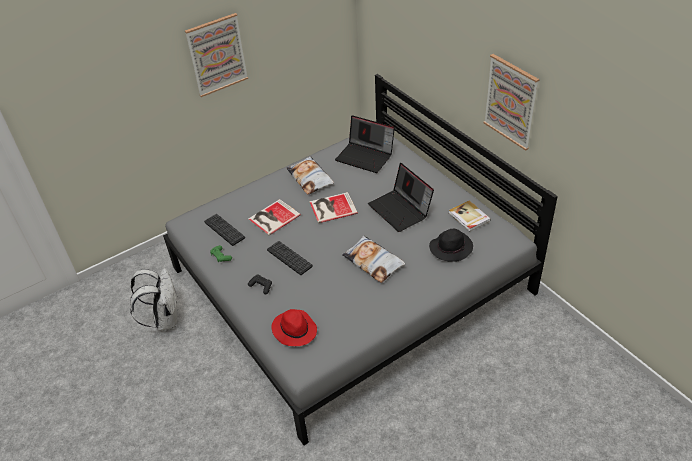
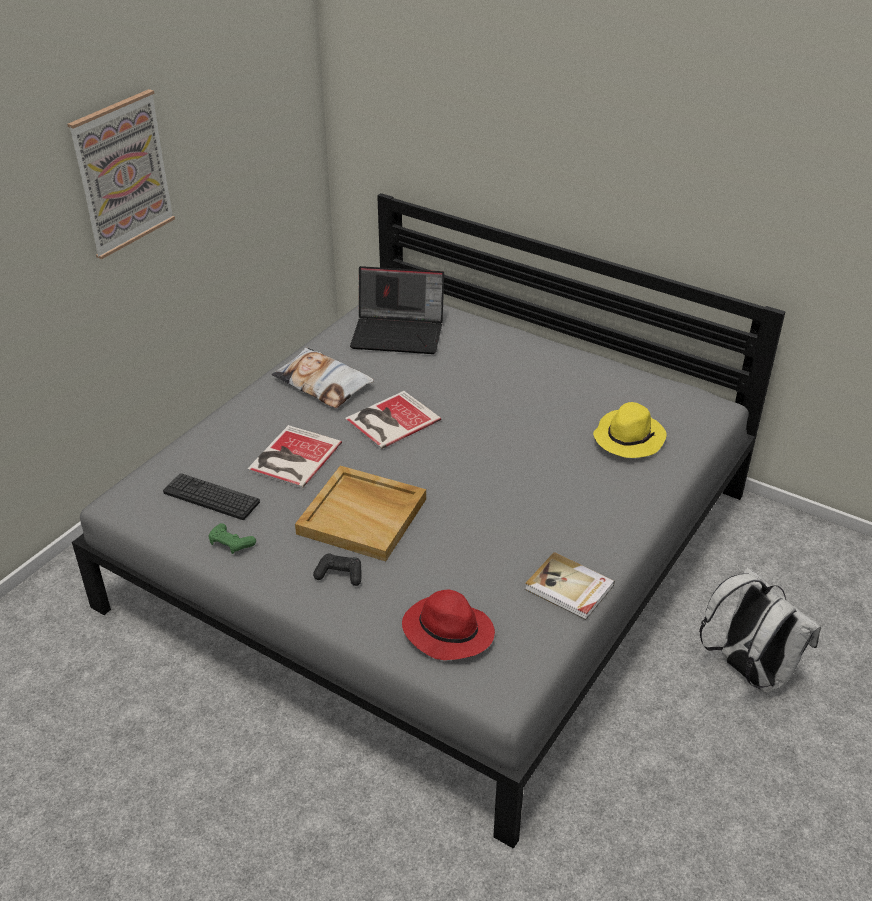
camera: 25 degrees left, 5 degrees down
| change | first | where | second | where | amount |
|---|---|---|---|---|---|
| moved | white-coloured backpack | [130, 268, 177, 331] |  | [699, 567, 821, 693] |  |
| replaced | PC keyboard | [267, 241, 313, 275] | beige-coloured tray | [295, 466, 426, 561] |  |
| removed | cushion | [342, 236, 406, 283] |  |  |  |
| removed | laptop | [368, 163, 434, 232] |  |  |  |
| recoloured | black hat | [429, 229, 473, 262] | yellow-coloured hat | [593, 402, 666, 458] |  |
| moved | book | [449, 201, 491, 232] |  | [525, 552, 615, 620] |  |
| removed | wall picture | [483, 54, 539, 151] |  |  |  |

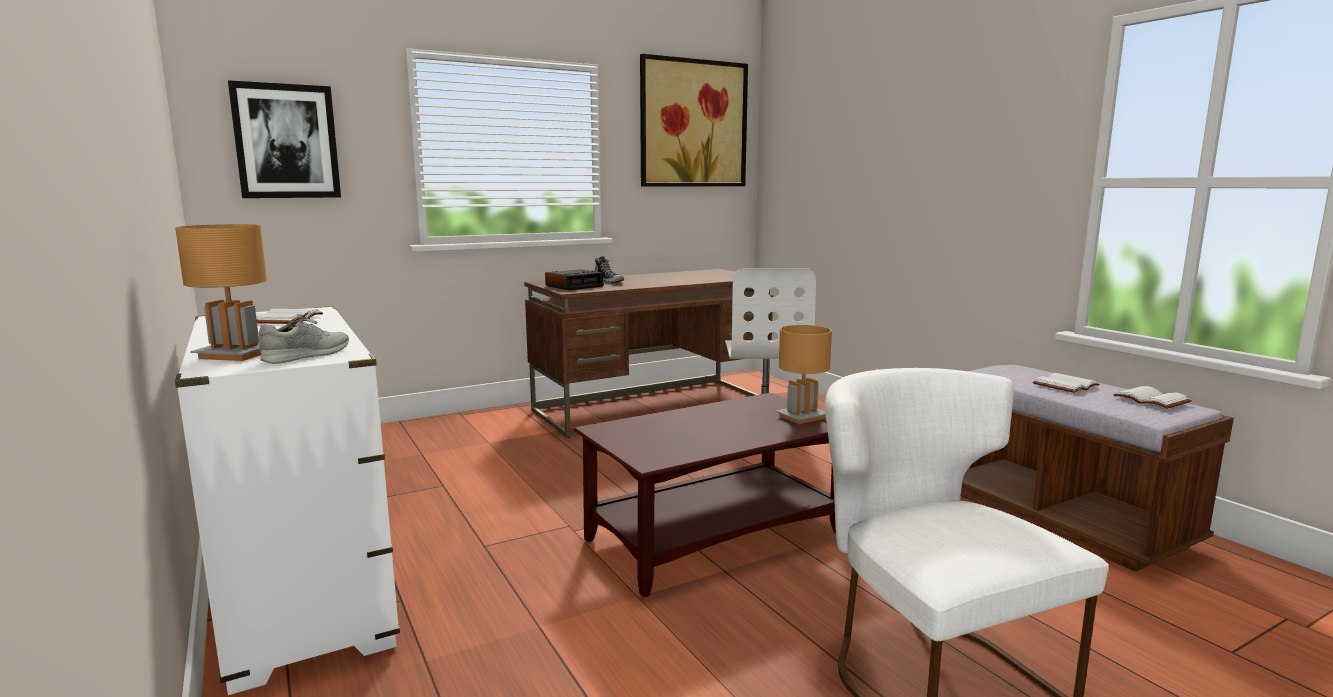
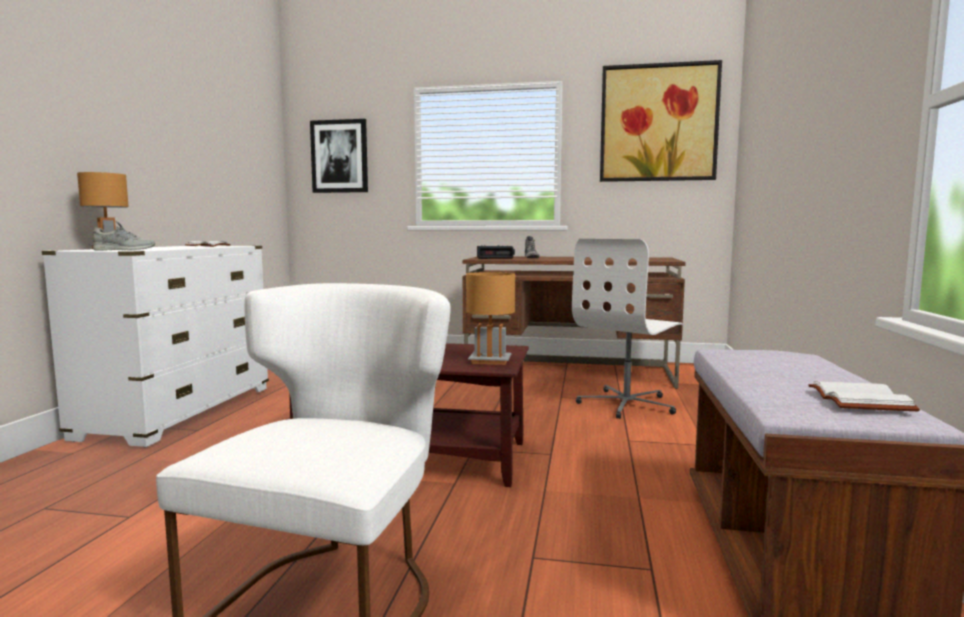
camera: 40 degrees right, 5 degrees down
| change | first | where | second | where | amount |
|---|---|---|---|---|---|
| removed | white-coloured book | [1033, 373, 1100, 393] |  |  |  |

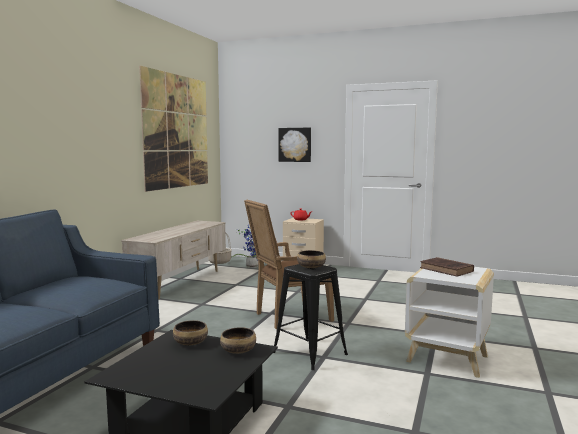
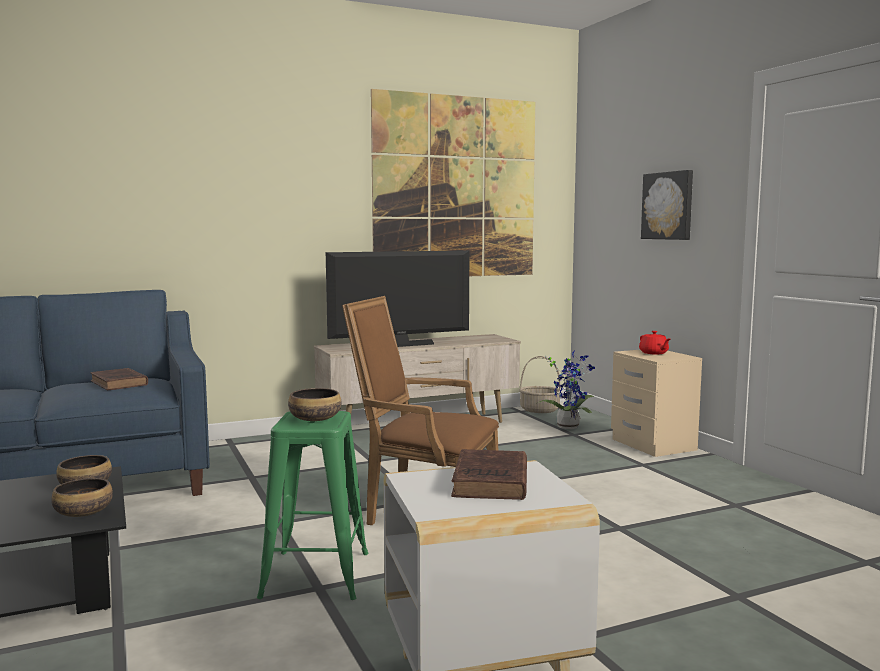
camera: 45 degrees right, 0 degrees up
| change | first | where | second | where | amount |
|---|---|---|---|---|---|
| recoloured | black stool seat | [274, 264, 348, 370] | green stool seat | [257, 411, 368, 600] |  |
| added |  |  | brownish book | [90, 368, 148, 390] |  |
| added |  |  | TV | [326, 250, 469, 347] |  |

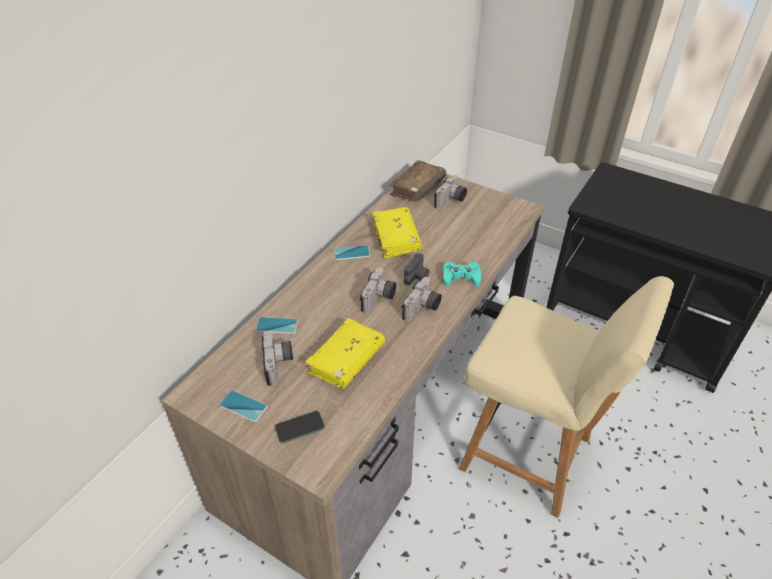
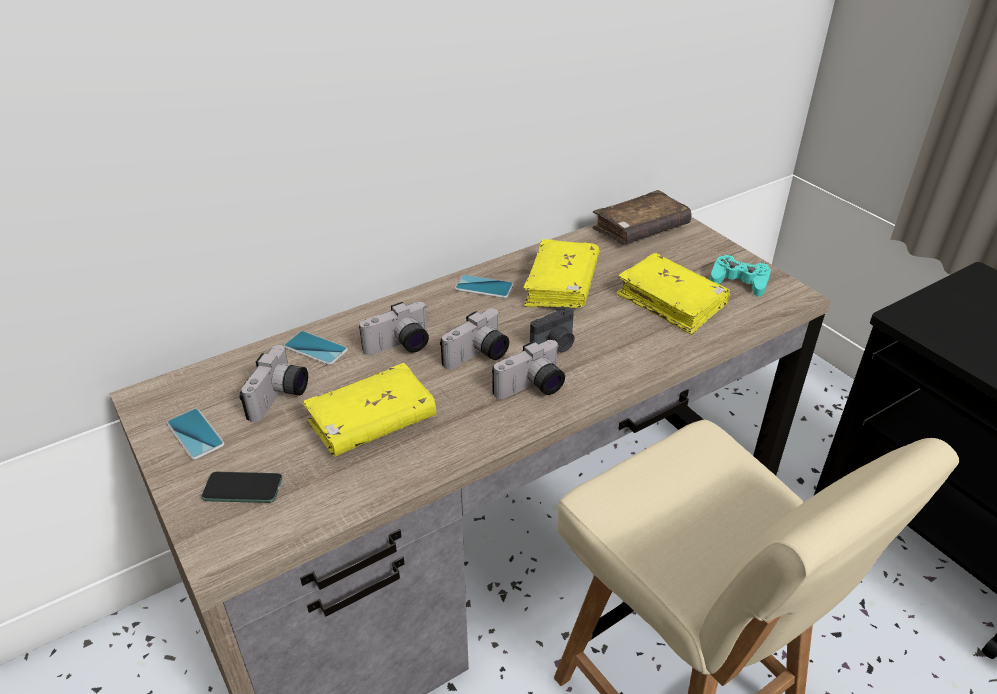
camera: 25 degrees right, 5 degrees down
| change | first | where | second | where | amount |
|---|---|---|---|---|---|
| moved | photo camera | [434, 175, 467, 209] |  | [359, 302, 429, 355] |  |
| moved | turquoise gamepad | [443, 261, 481, 287] |  | [710, 255, 771, 297] |  |
| added |  |  | yellow-coloured book | [616, 253, 730, 335] |  |

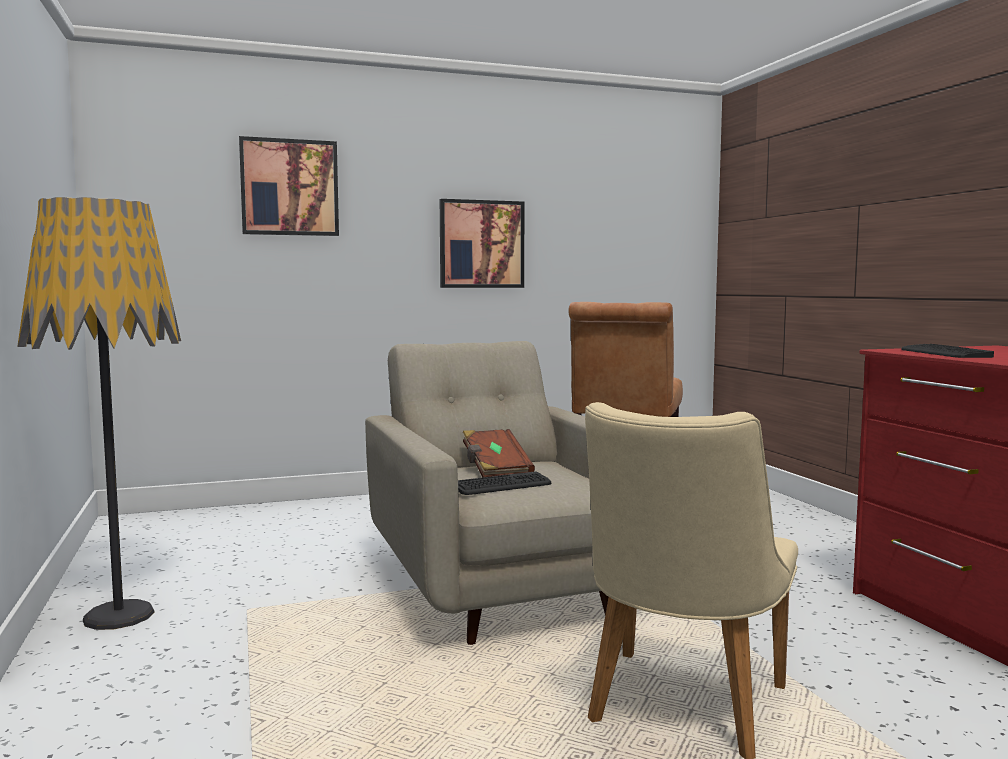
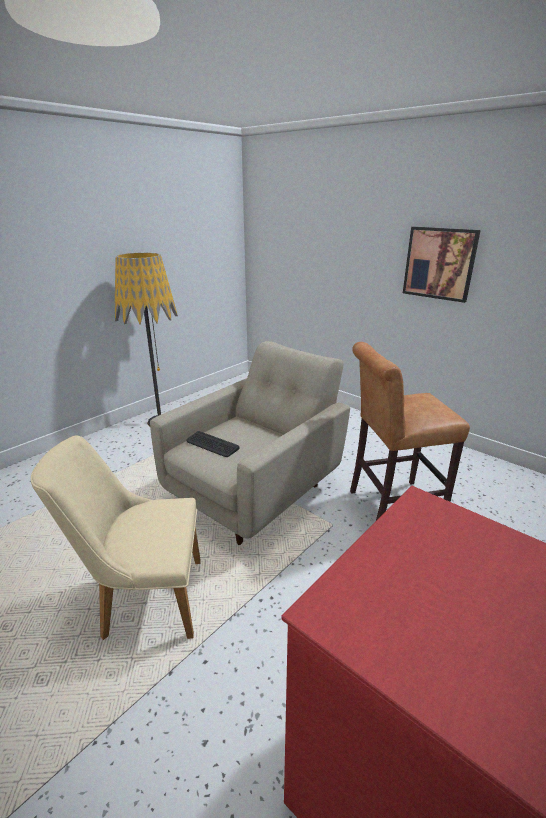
camera: 60 degrees right, 20 degrees up
| change | first | where | second | where | amount |
|---|---|---|---|---|---|
| removed | wall picture | [239, 136, 339, 236] |  |  |  |
| removed | brownish book | [463, 429, 535, 478] |  |  |  |
| removed | PC keyboard | [901, 344, 994, 358] |  |  |  |

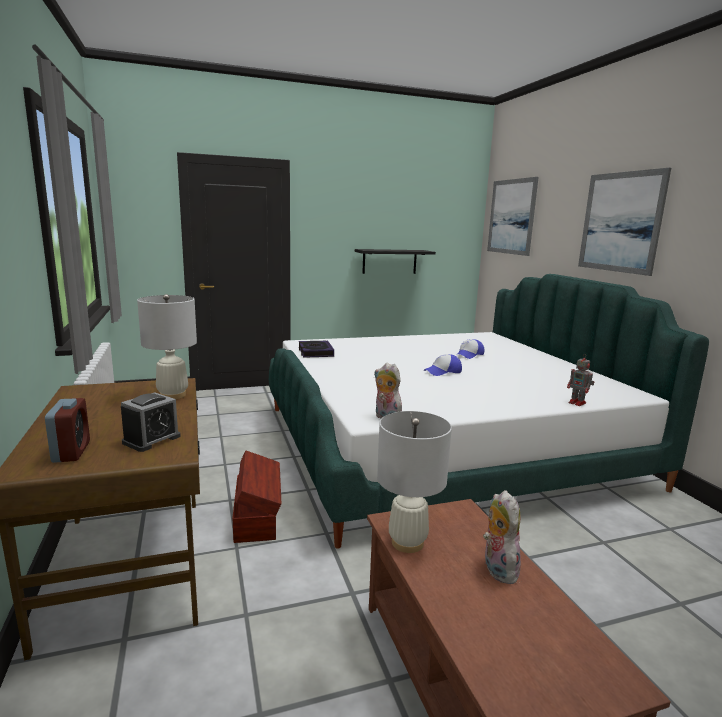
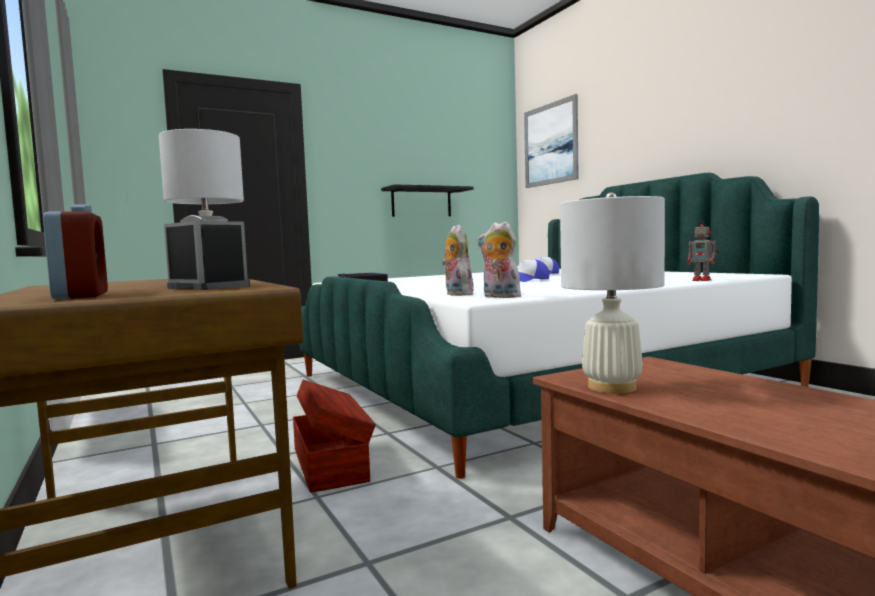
camera: 10 degrees left, 10 degrees down
| change | first | where | second | where | amount |
|---|---|---|---|---|---|
| turned | table clock | [121, 392, 181, 452] |  | [164, 215, 250, 290] | 75 degrees counterclockwise |
| moved | plush toy | [483, 490, 521, 584] |  | [441, 225, 474, 296] |  |
| removed | wall picture | [578, 168, 671, 276] |  |  |  |

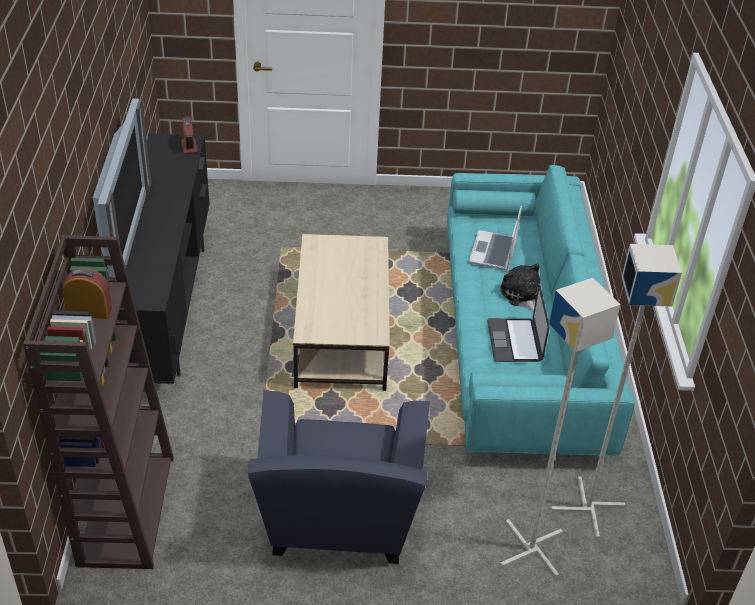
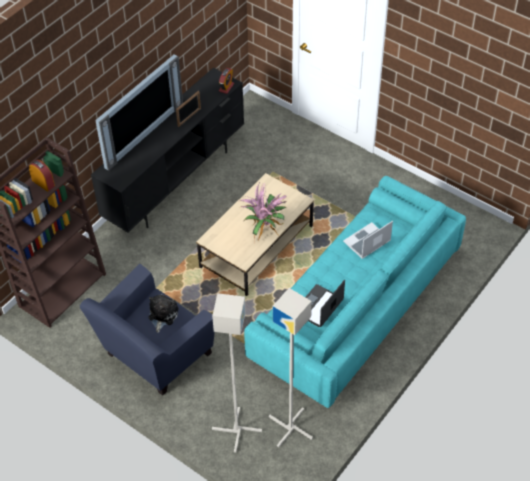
camera: 40 degrees right, 10 degrees up
| change | first | where | second | where | amount |
|---|---|---|---|---|---|
| moved | plush toy | [500, 264, 543, 311] |  | [149, 295, 179, 333] |  |
| added |  |  | standing frame | [176, 91, 201, 127] |  |
| added |  |  | potted plant | [240, 182, 287, 241] |  |

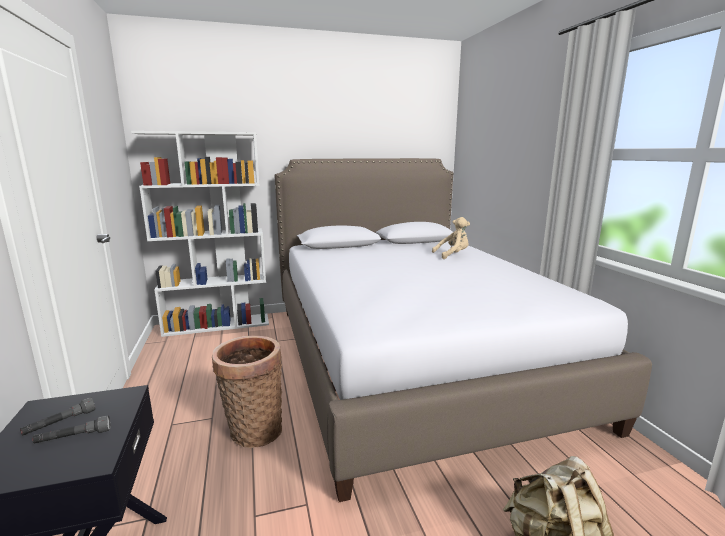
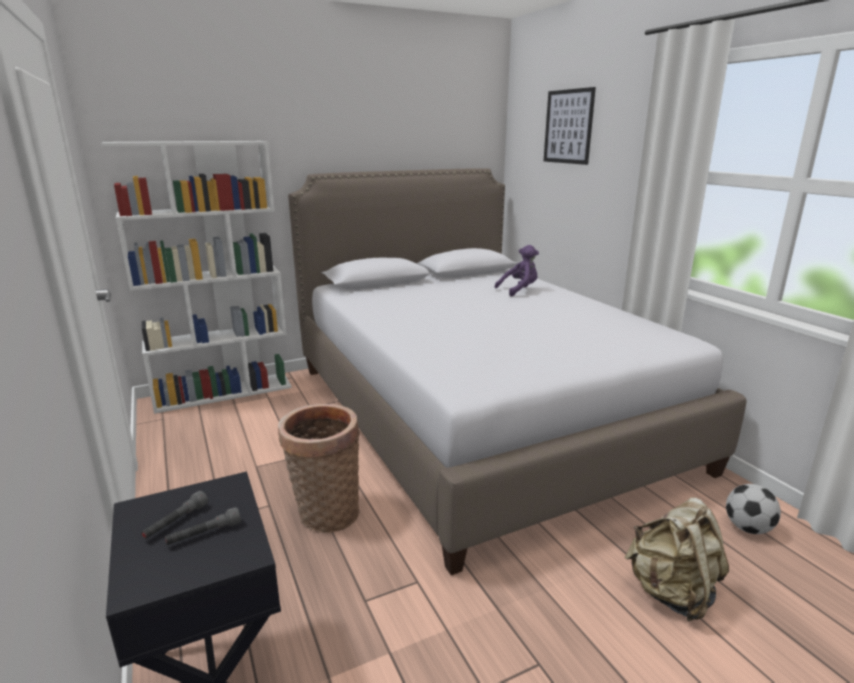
camera: 10 degrees left, 5 degrees up
| change | first | where | second | where | amount |
|---|---|---|---|---|---|
| recoloured | beige-coloured plush toy | [432, 217, 470, 259] | purple-coloured plush toy | [495, 245, 539, 297] |  |
| added |  |  | wall picture | [544, 87, 596, 165] |  |
| added |  |  | football | [726, 484, 781, 534] |  |

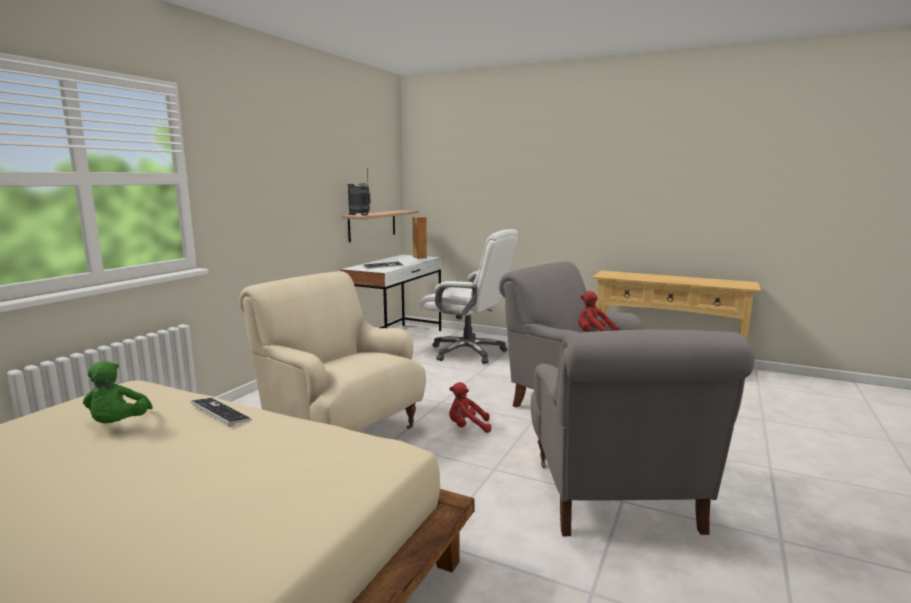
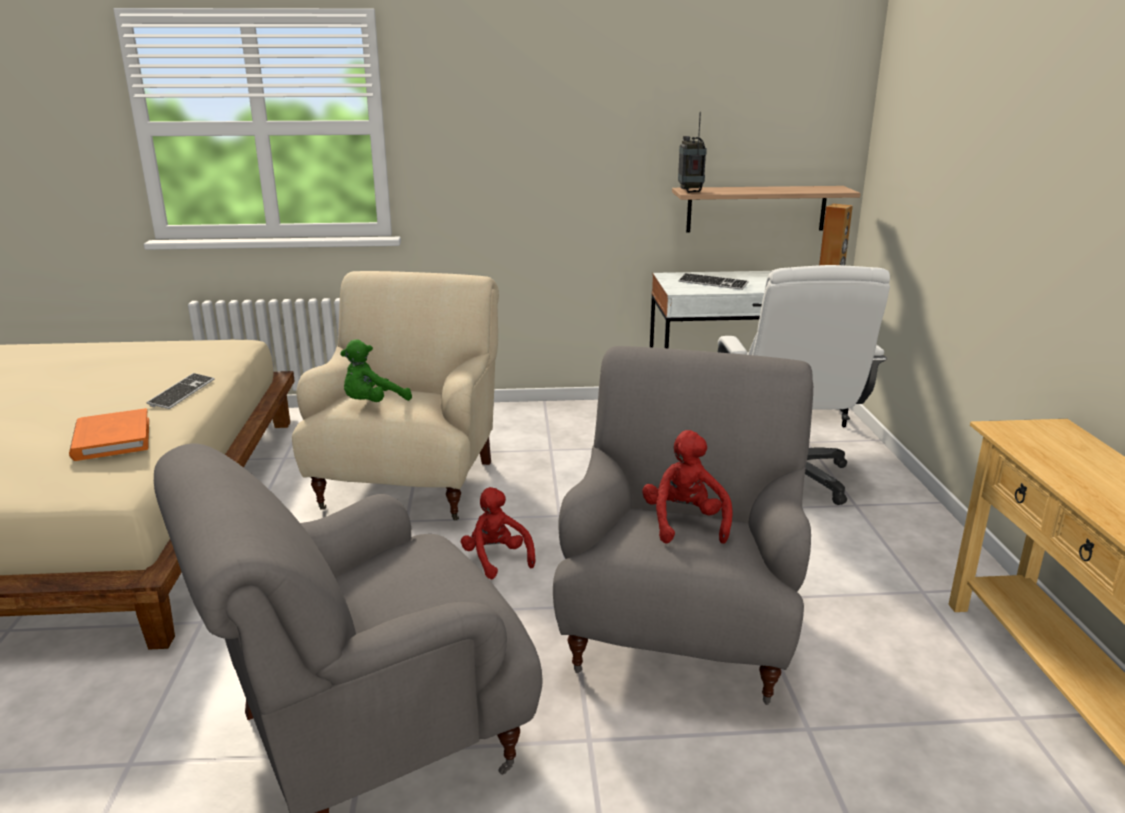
camera: 60 degrees right, 10 degrees up
| change | first | where | second | where | amount |
|---|---|---|---|---|---|
| moved | green plush toy | [83, 361, 153, 423] |  | [340, 339, 412, 402] |  |
| added |  |  | orangey book | [69, 408, 149, 461] |  |

